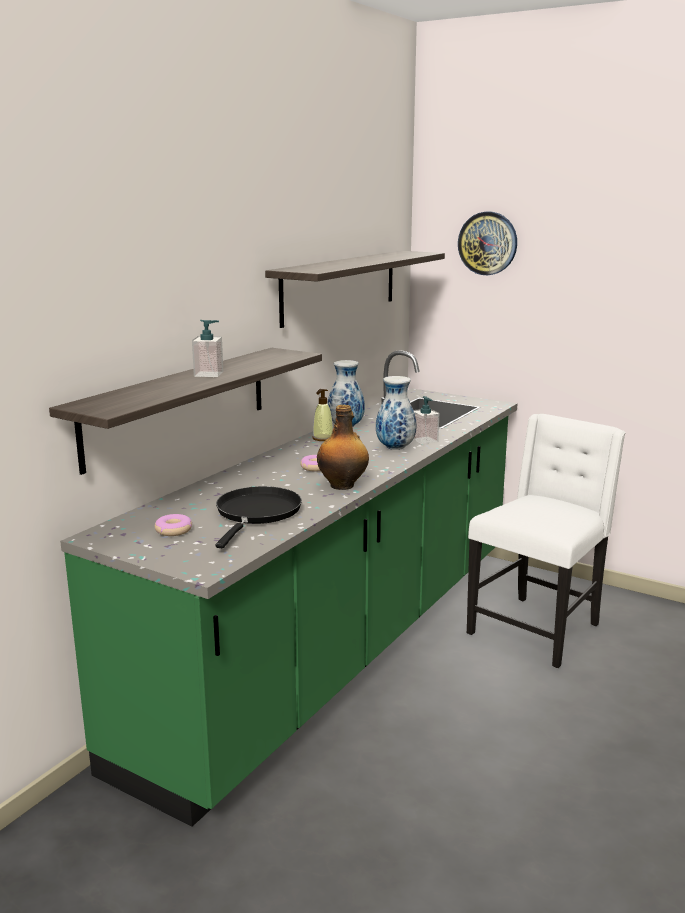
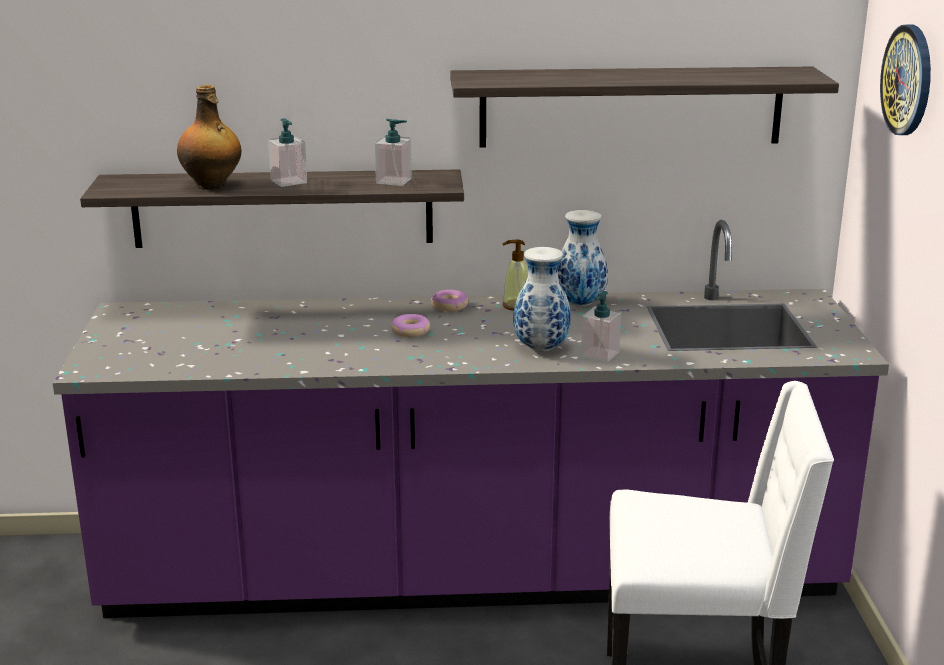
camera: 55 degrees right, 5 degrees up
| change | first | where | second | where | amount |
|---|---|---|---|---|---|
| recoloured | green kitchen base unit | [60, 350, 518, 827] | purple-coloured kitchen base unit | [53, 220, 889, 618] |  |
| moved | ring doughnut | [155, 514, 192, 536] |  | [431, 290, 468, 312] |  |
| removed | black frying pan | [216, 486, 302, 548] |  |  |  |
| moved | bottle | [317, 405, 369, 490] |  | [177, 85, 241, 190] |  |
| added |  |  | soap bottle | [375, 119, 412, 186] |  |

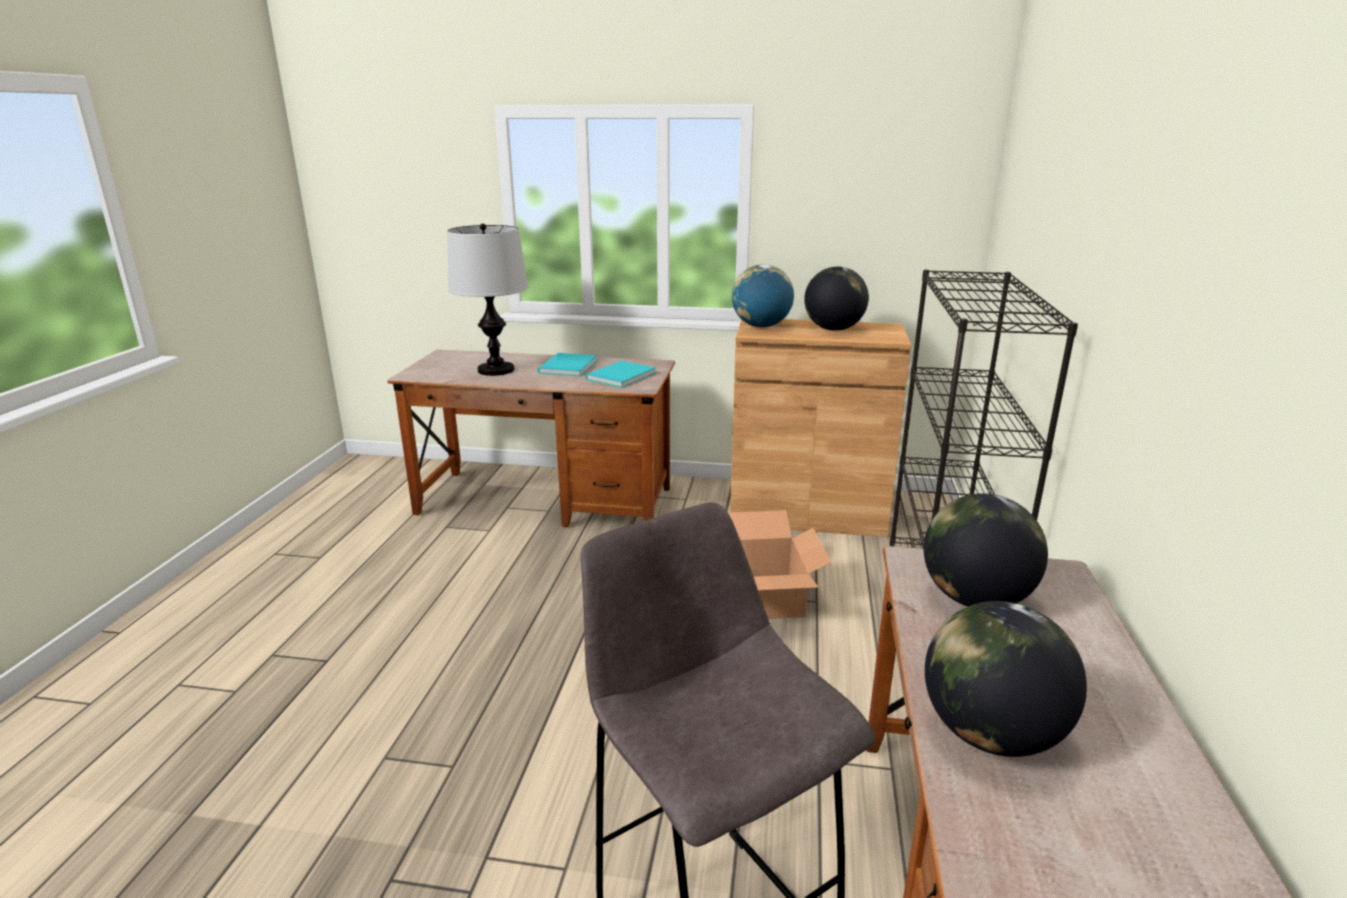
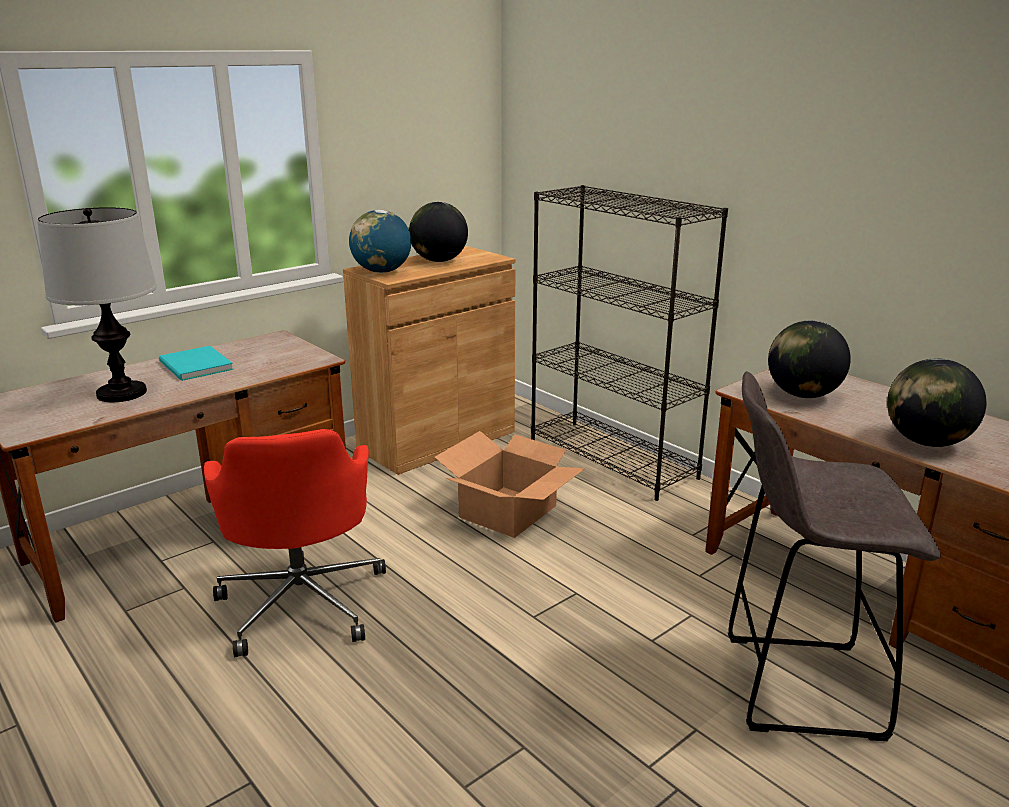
camera: 50 degrees left, 0 degrees up
| change | first | where | second | where | amount |
|---|---|---|---|---|---|
| removed | turquoise book | [585, 361, 656, 388] |  |  |  |
| added |  |  | reddish computer chair | [204, 429, 386, 657] |  |

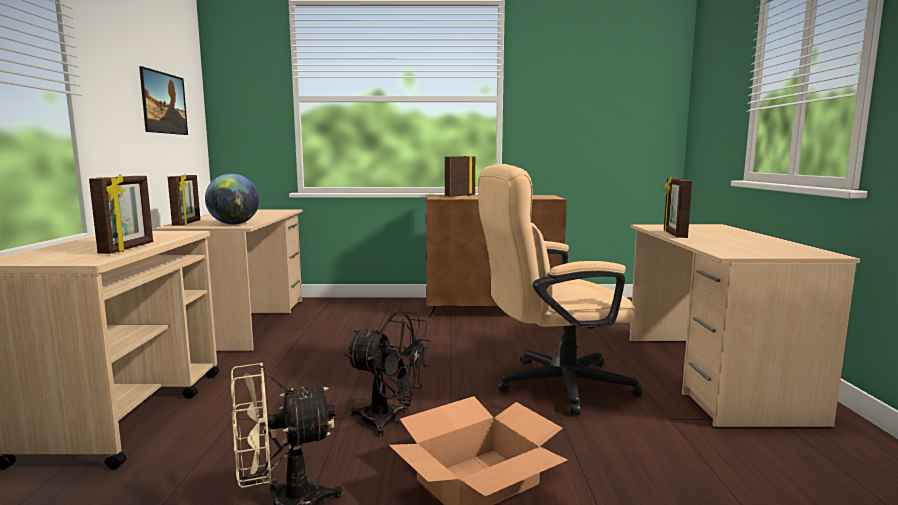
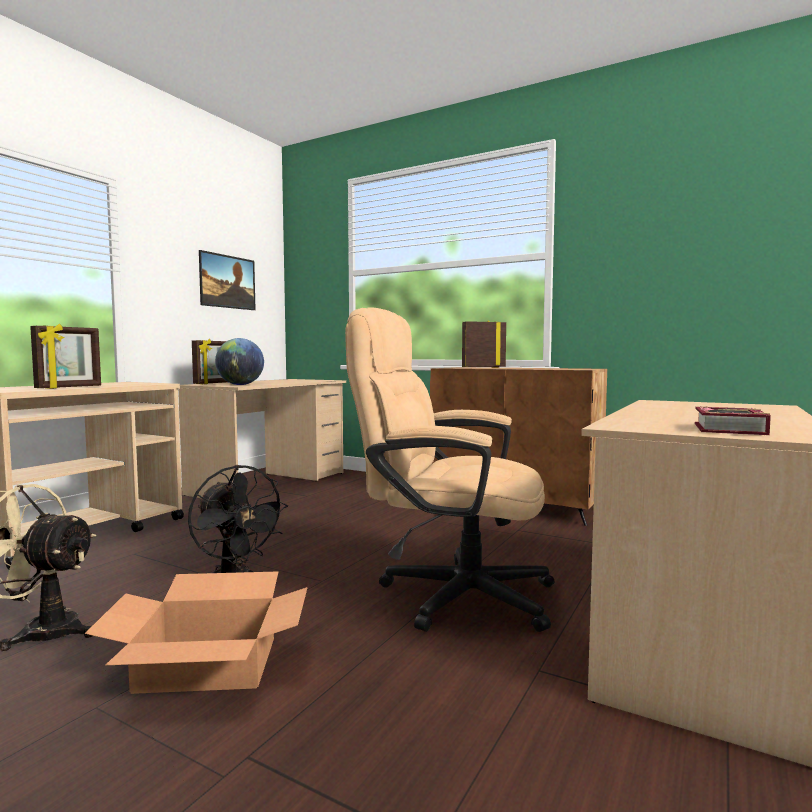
camera: 30 degrees right, 5 degrees down
| change | first | where | second | where | amount |
|---|---|---|---|---|---|
| removed | standing frame | [664, 177, 692, 238] |  |  |  |
| added |  |  | book | [695, 406, 771, 435] |  |

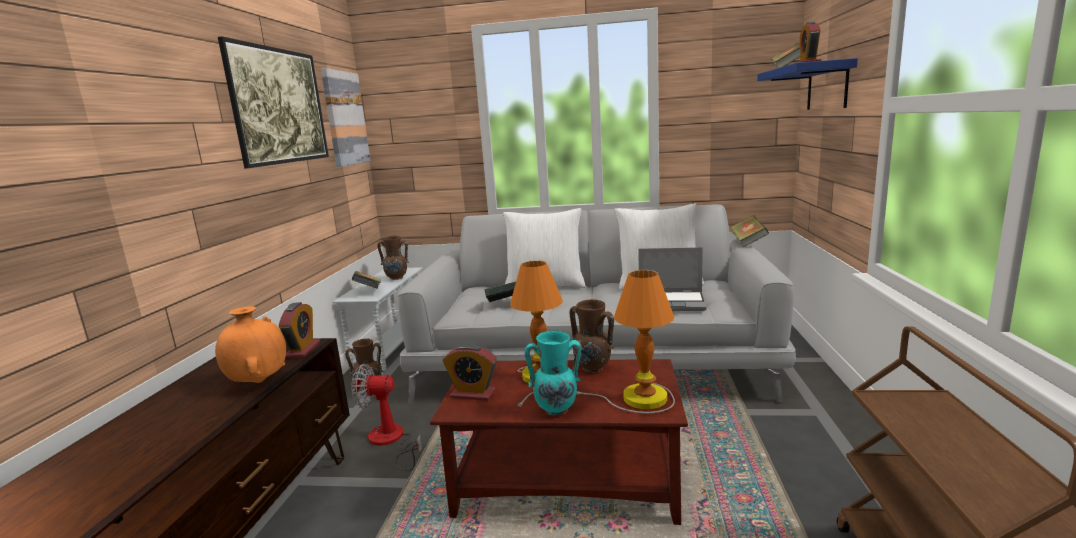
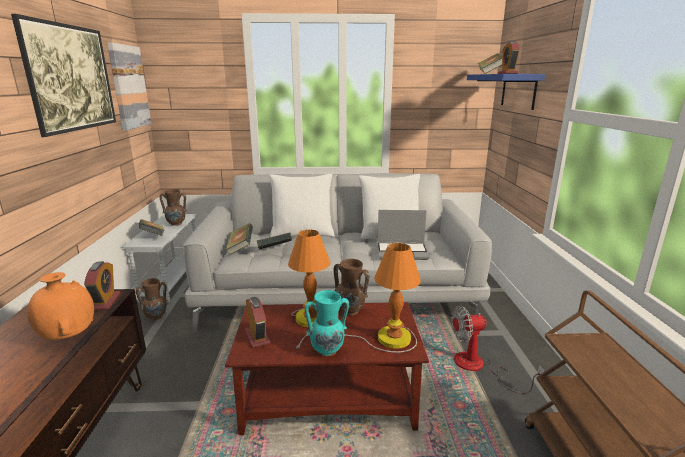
camera: 10 degrees left, 5 degrees up
| change | first | where | second | where | amount |
|---|---|---|---|---|---|
| moved | electric fan | [351, 364, 422, 471] |  | [451, 306, 544, 394] |  |
| turned | table clock | [442, 344, 497, 401] |  | [245, 297, 271, 348] | 120 degrees counterclockwise |
| moved | book | [730, 215, 769, 247] |  | [226, 223, 253, 255] |  |

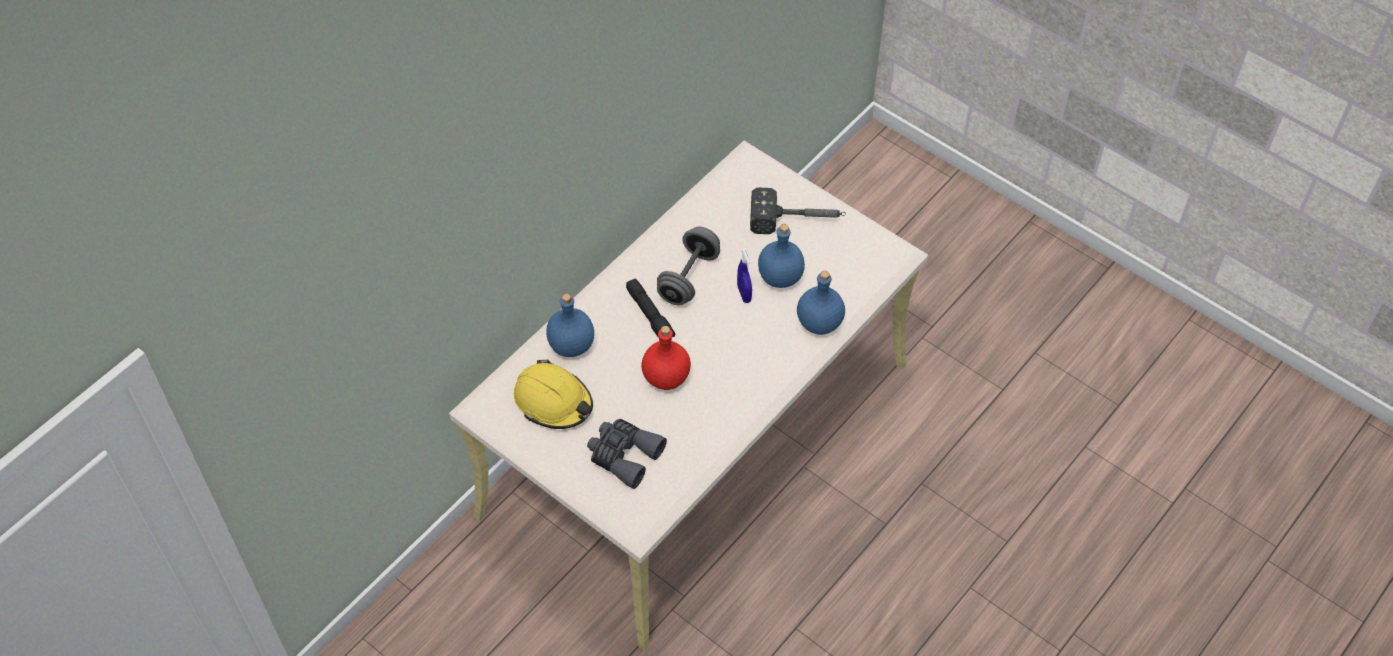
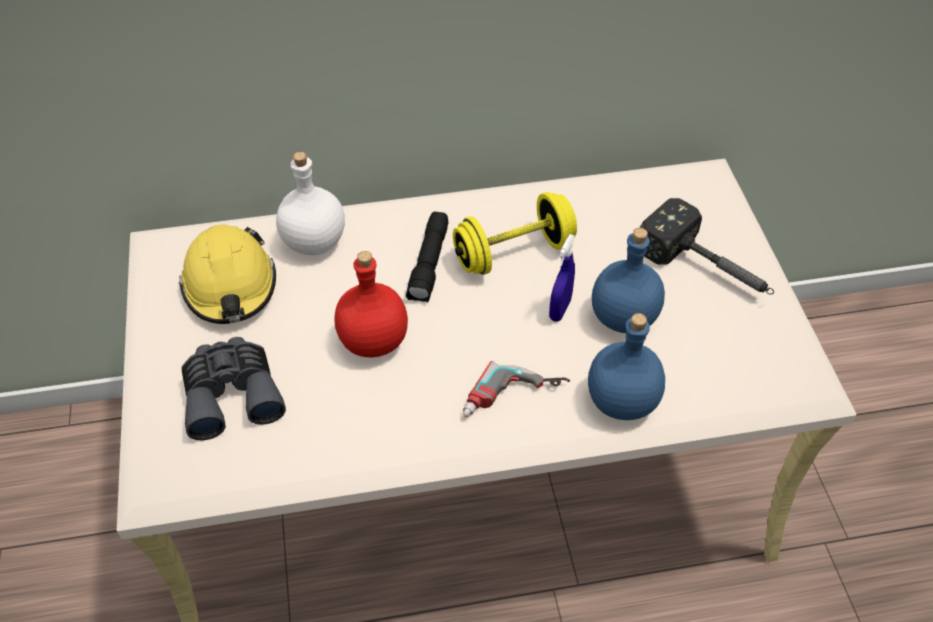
camera: 40 degrees right, 5 degrees down
| change | first | where | second | where | amount |
|---|---|---|---|---|---|
| recoloured | bluish bottle | [546, 293, 594, 357] | white-coloured bottle | [276, 152, 345, 255] |  |
| recoloured | grey free weight | [657, 227, 720, 305] | yellow-coloured free weight | [453, 192, 577, 275] |  |
| added |  |  | power drill | [463, 361, 570, 417] |  |

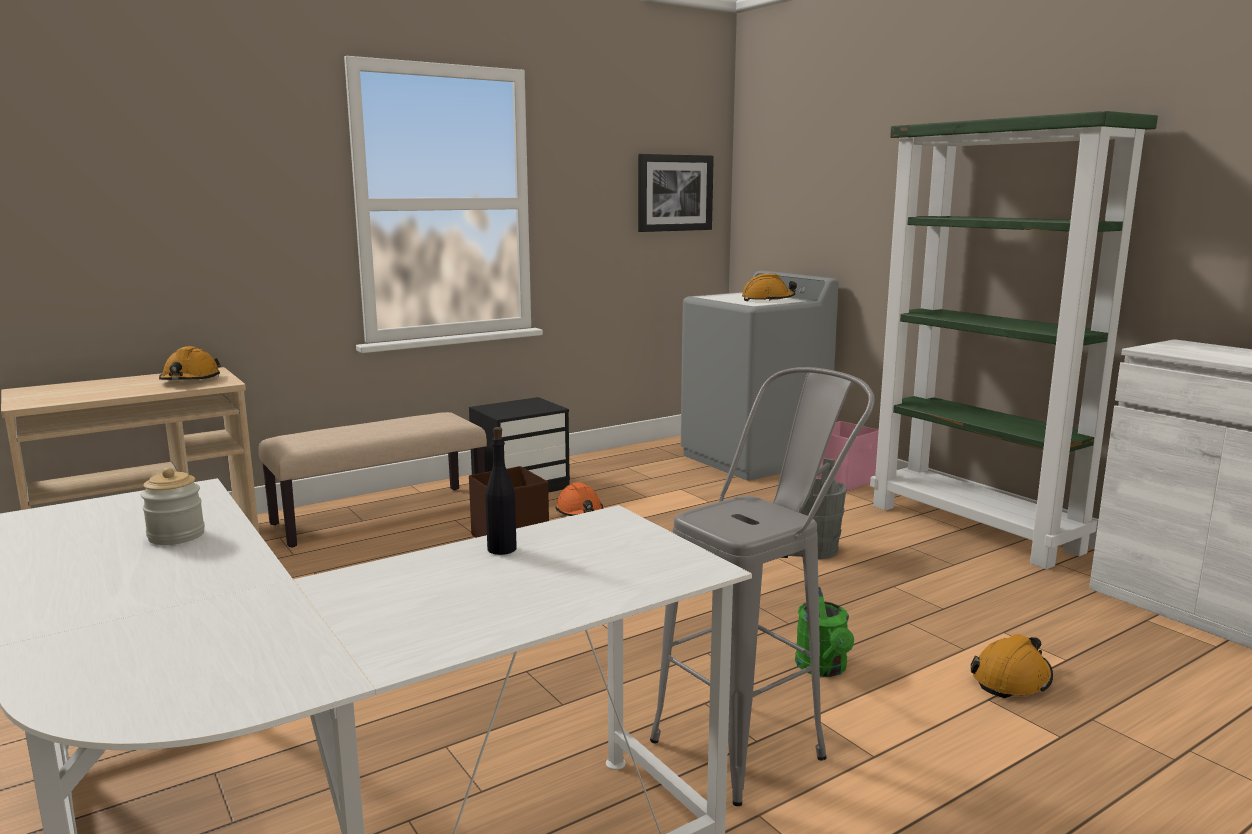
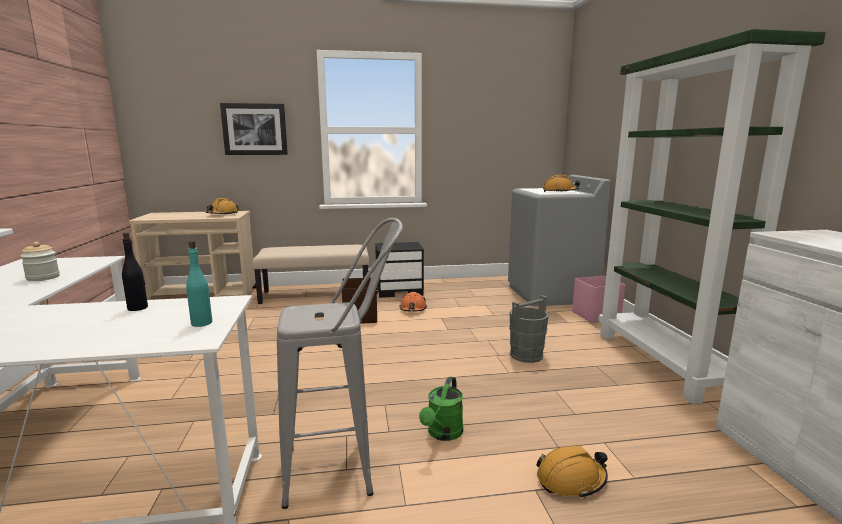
camera: 25 degrees right, 0 degrees up
| change | first | where | second | where | amount |
|---|---|---|---|---|---|
| moved | wall picture | [638, 154, 714, 232] |  | [220, 103, 288, 155] |  |
| added |  |  | turquoise bottle | [186, 241, 212, 327] |  |

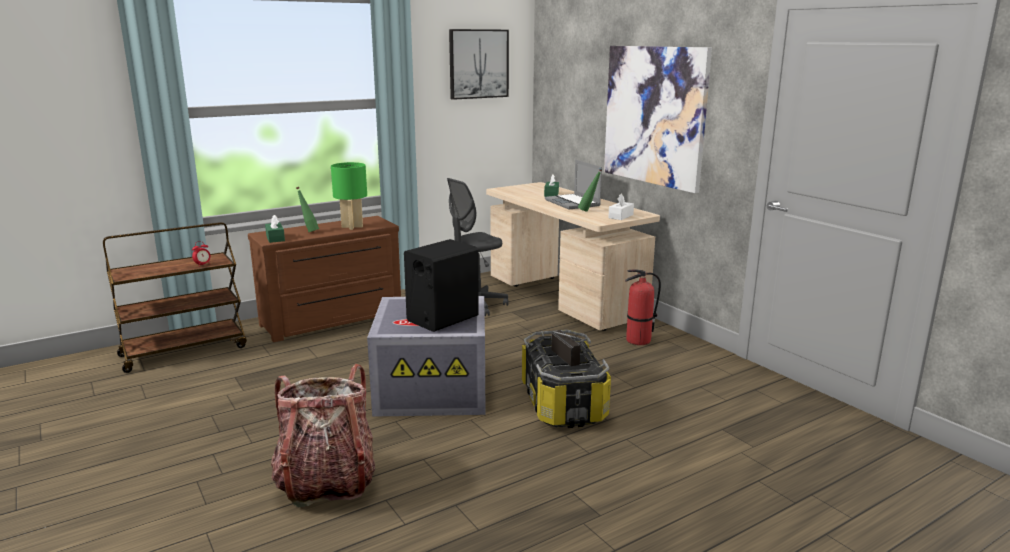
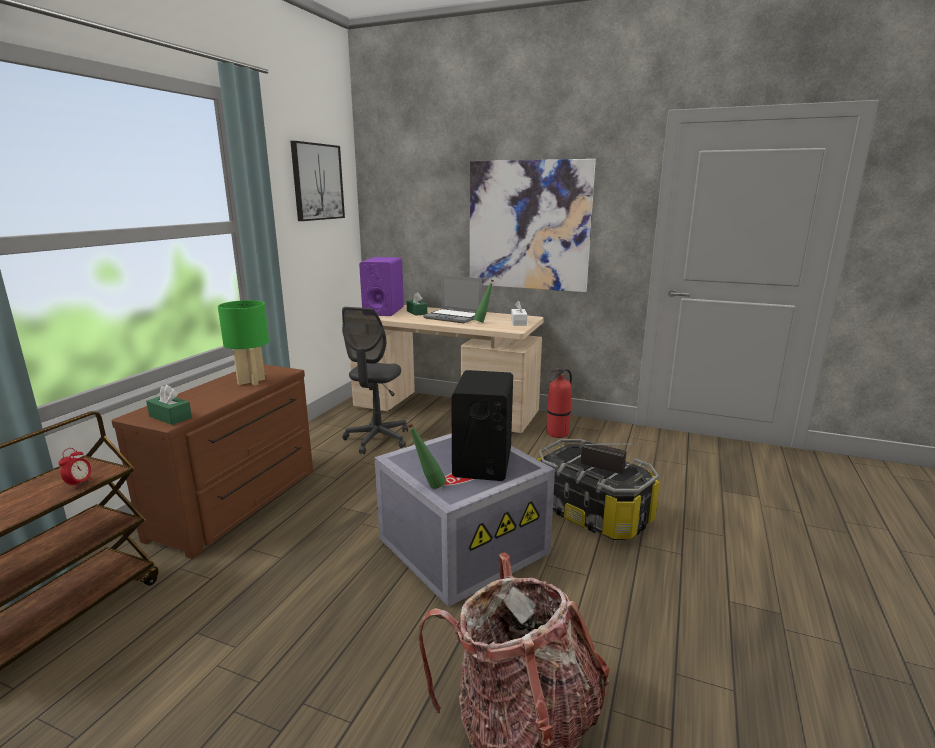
camera: 35 degrees left, 0 degrees up
| change | first | where | second | where | amount |
|---|---|---|---|---|---|
| moved | green bottle | [296, 187, 319, 232] |  | [407, 422, 446, 489] |  |
| added |  |  | purple-coloured speaker | [359, 257, 404, 316] |  |

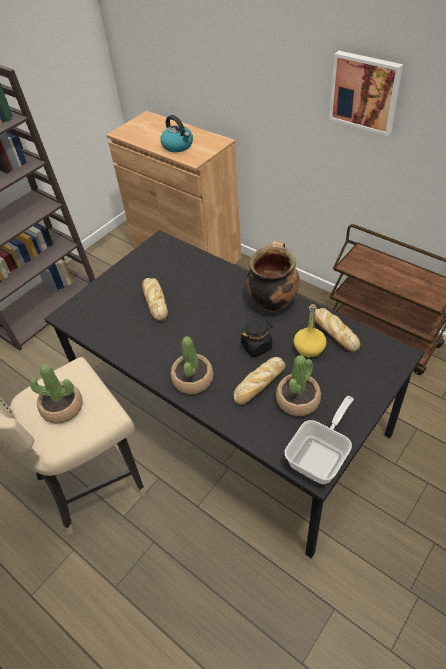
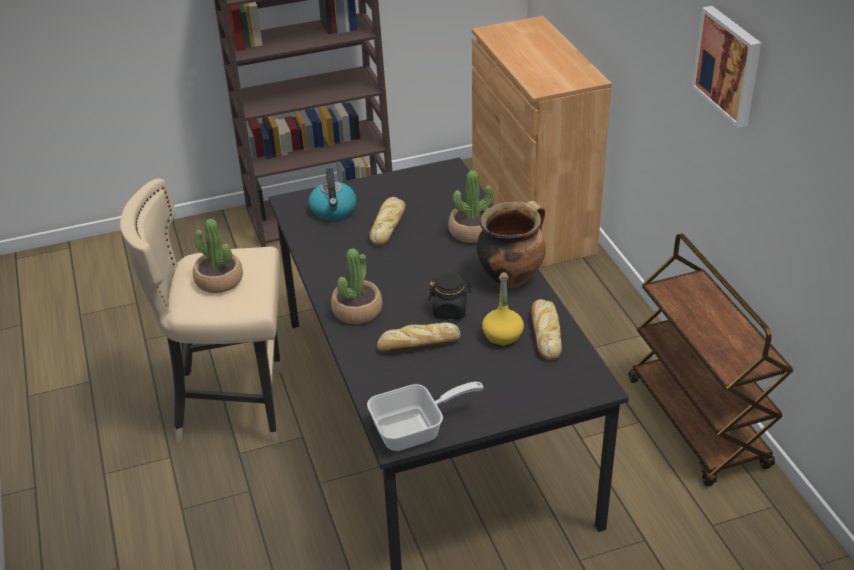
camera: 30 degrees right, 10 degrees down
| change | first | where | second | where | amount |
|---|---|---|---|---|---|
| moved | water kettle | [161, 115, 193, 152] |  | [309, 168, 356, 220] |  |
| moved | potted plant | [276, 355, 321, 416] |  | [448, 170, 493, 243] |  |

